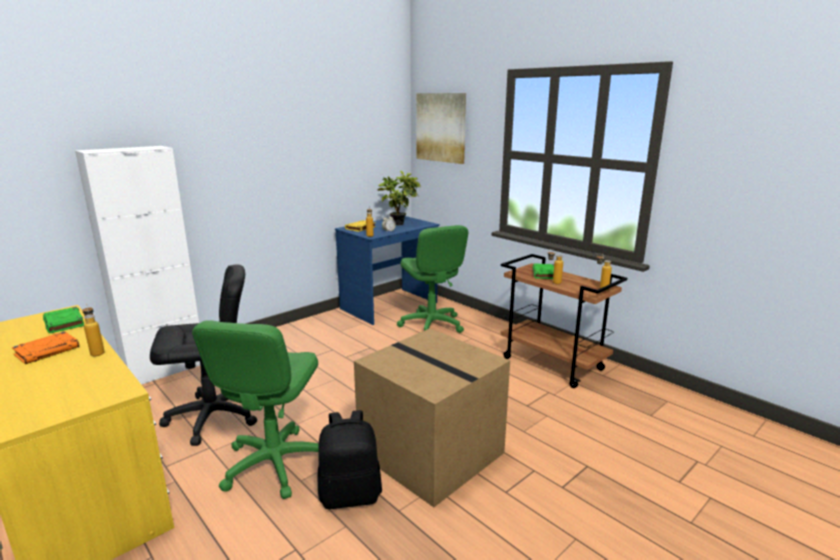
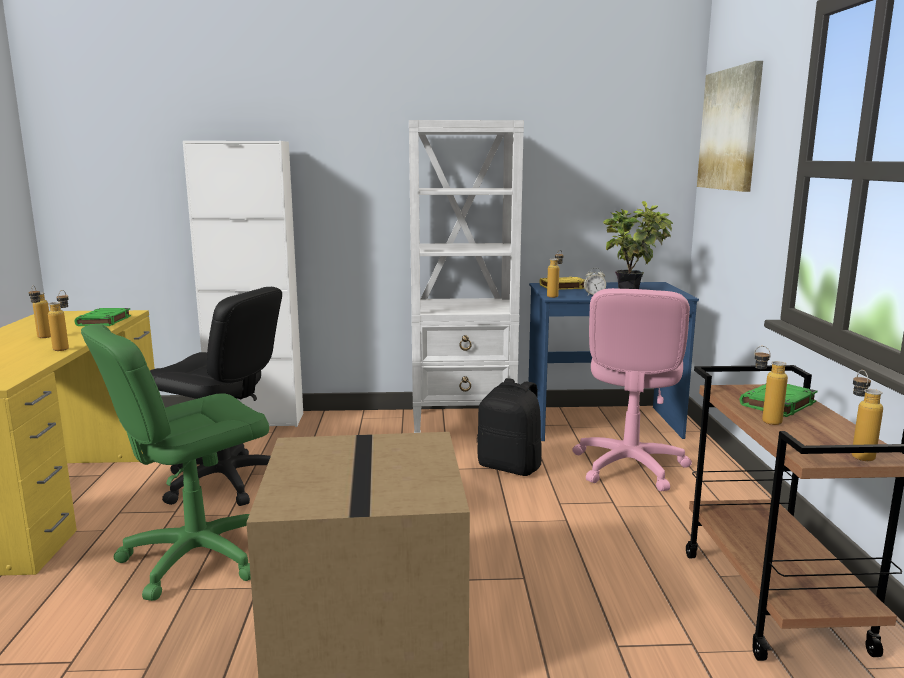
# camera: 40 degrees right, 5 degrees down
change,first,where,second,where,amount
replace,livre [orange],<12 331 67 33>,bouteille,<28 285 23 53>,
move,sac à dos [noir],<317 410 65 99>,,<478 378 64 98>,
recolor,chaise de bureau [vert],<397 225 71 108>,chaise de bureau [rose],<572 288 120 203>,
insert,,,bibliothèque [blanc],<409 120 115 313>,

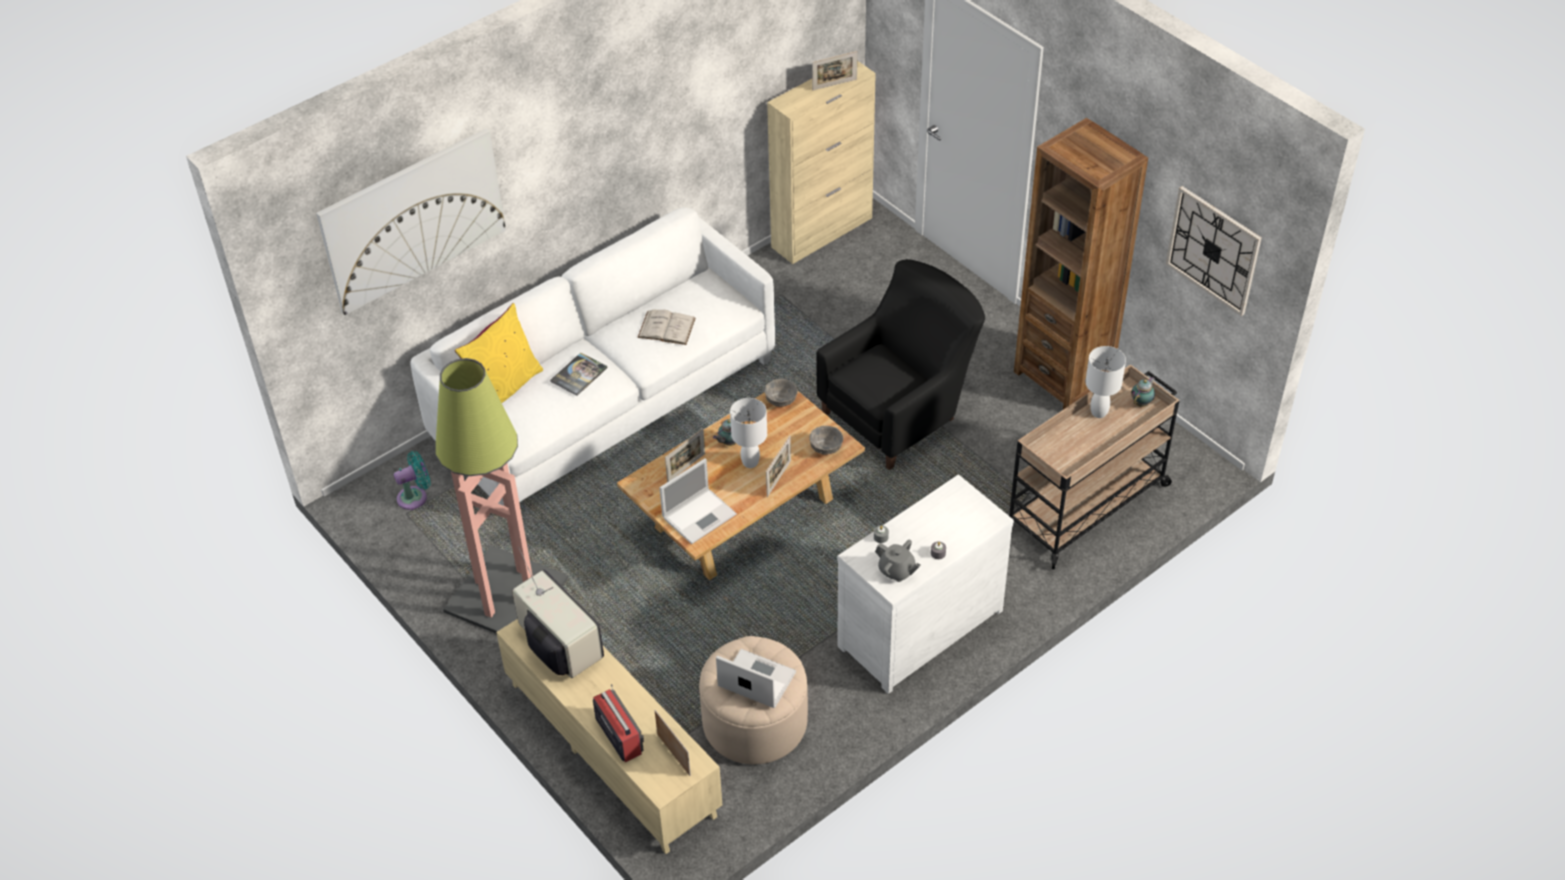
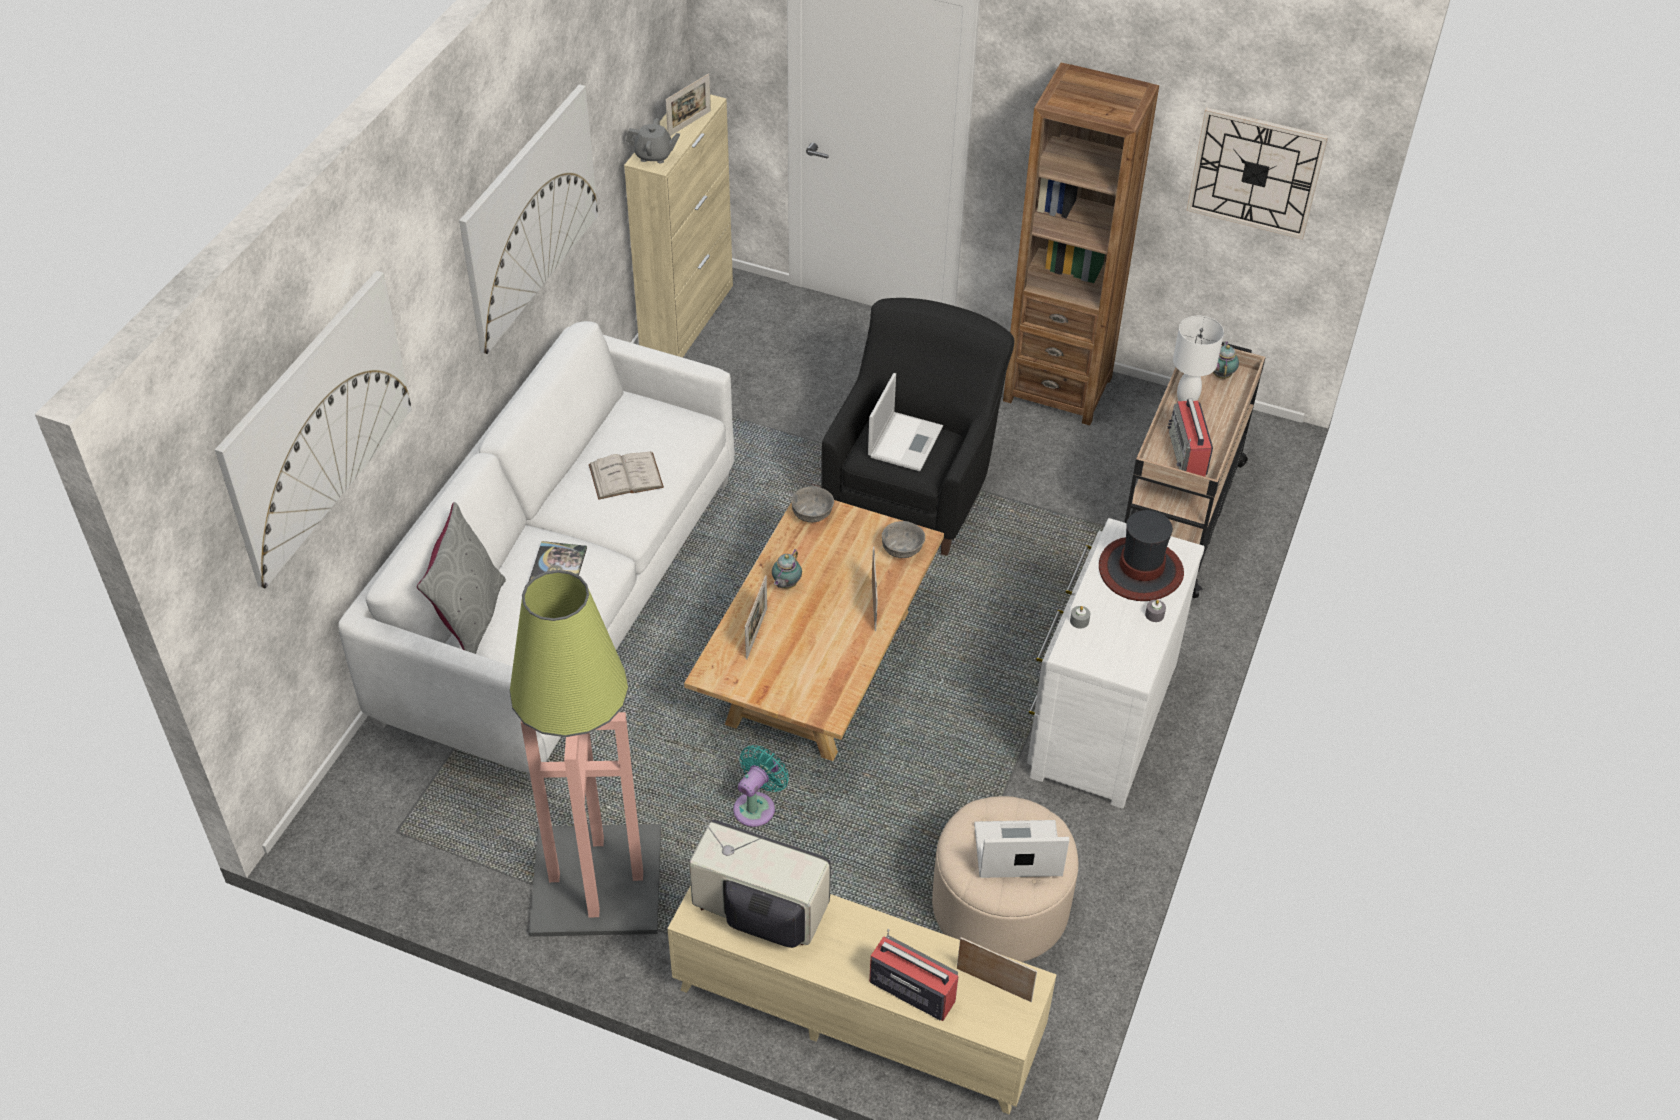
# camera: 30 degrees left, 0 degrees up
change,first,where,second,where,amount
move,ventilateur [turquoise],<394 451 37 59>,,<733 745 56 82>,
recolor,coussin [jaune],<455 303 88 100>,coussin [gris],<417 502 89 152>,
move,ordinateur portable,<659 458 78 86>,,<868 373 75 98>,
delete,lampe de table [blanc],<730 398 37 70>,,,
move,théière [gris],<875 540 46 42>,,<626 118 54 45>,
insert,,,tableau,<459 84 139 270>,
insert,,,chapeau,<1099 510 85 91>,
insert,,,radio,<1168 399 45 78>,

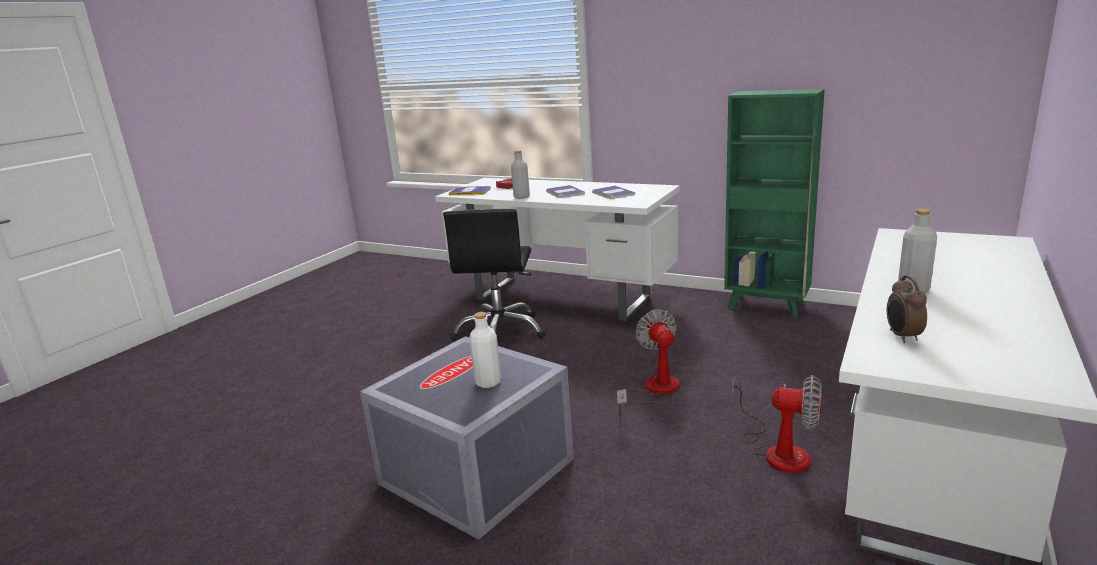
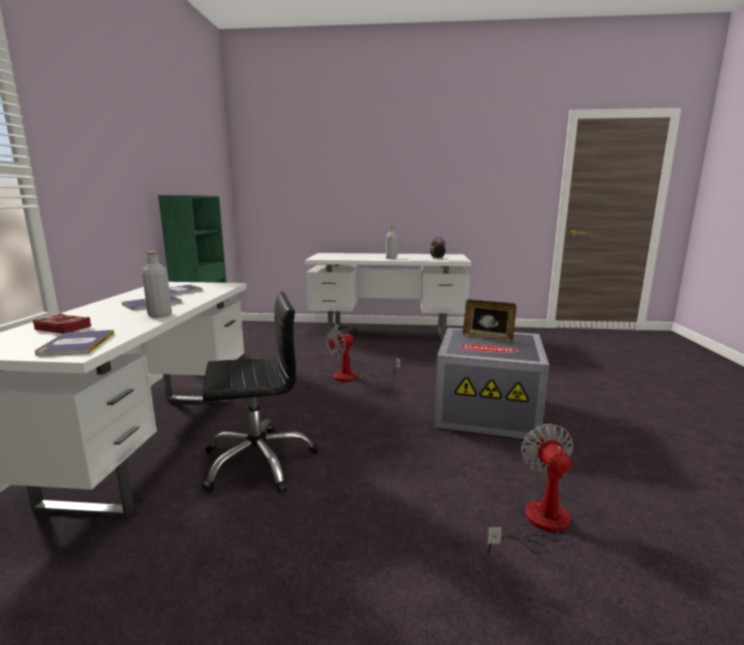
# camera: 115 degrees left, 5 degrees down
change,first,where,second,where,amount
replace,bouteille [blanc],<469 312 32 76>,cadre photo,<463 299 54 44>,
move,ventilateur,<733 375 89 98>,,<487 424 86 132>,

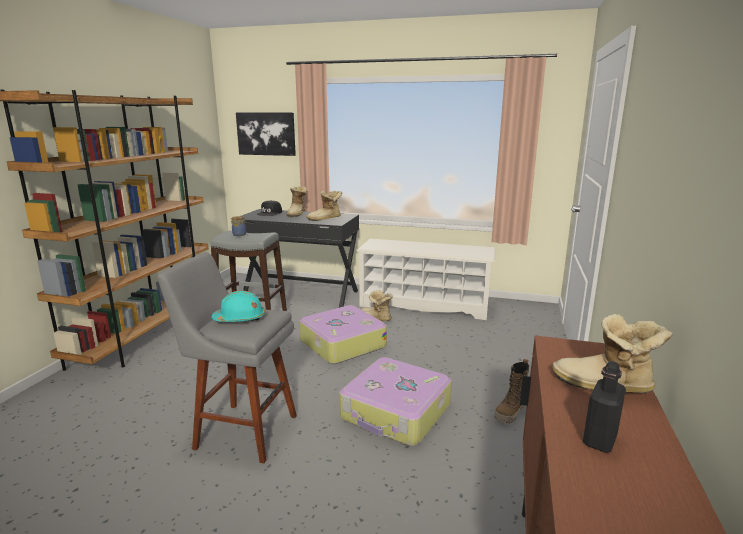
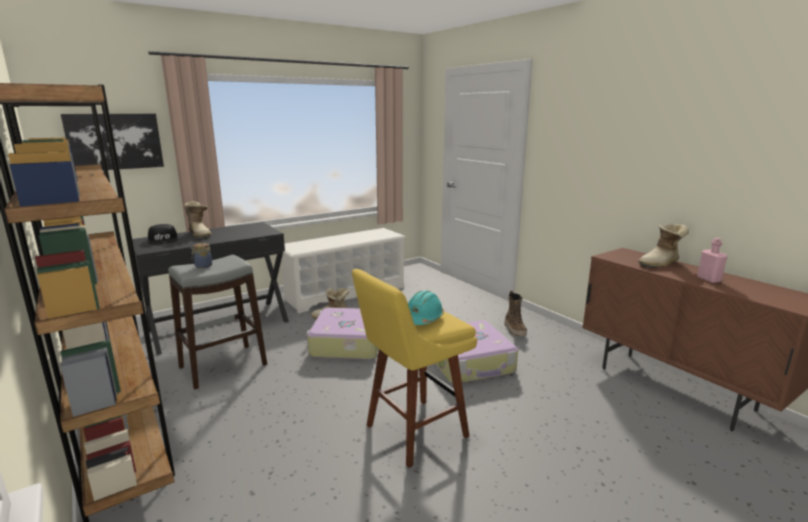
# camera: 50 degrees left, 0 degrees up
change,first,where,second,where,amount
recolor,tabouret [gris],<157 253 140 210>,tabouret [jaune],<352 269 125 199>,
delete,botte,<306 191 36 30>,,,
recolor,bouteille [noir],<583 361 43 92>,bouteille [rose],<697 238 31 45>,

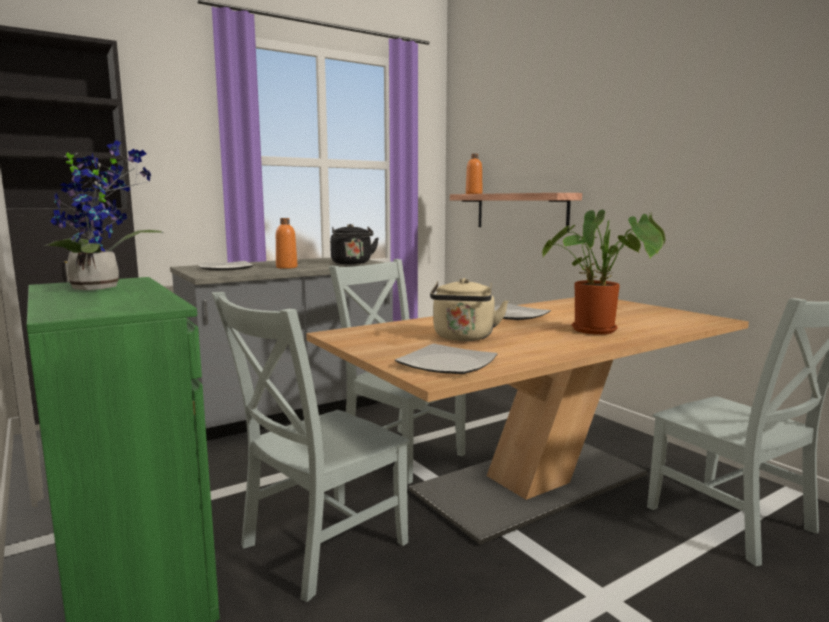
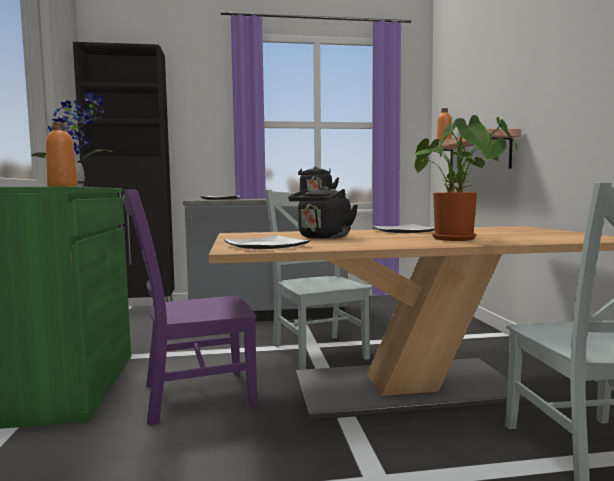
# camera: 25 degrees right, 5 degrees down
change,first,where,second,where,amount
recolor,chaise [gris],<212 292 198 310>,chaise [violet],<122 190 135 235>,
move,bouteille [orange],<276 218 22 51>,,<46 122 32 65>,
recolor,bouilloire [beige],<430 278 78 63>,bouilloire [noir],<288 186 70 53>,

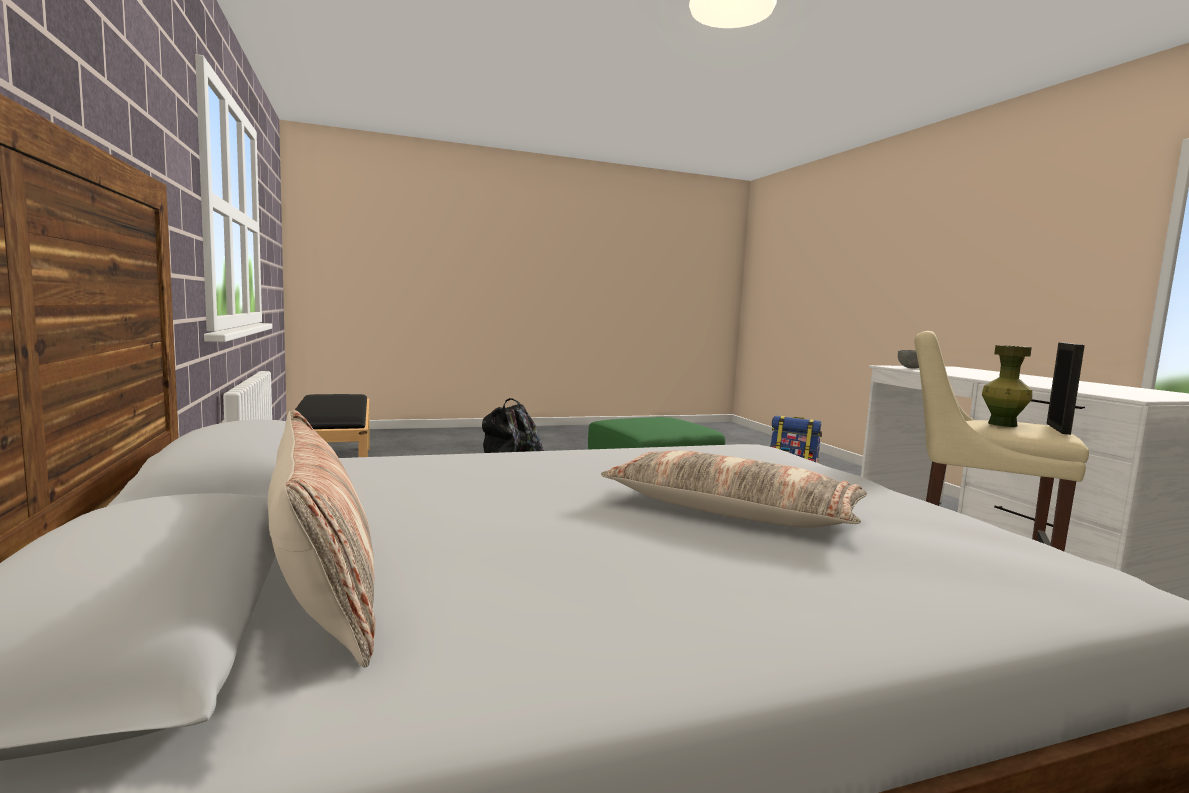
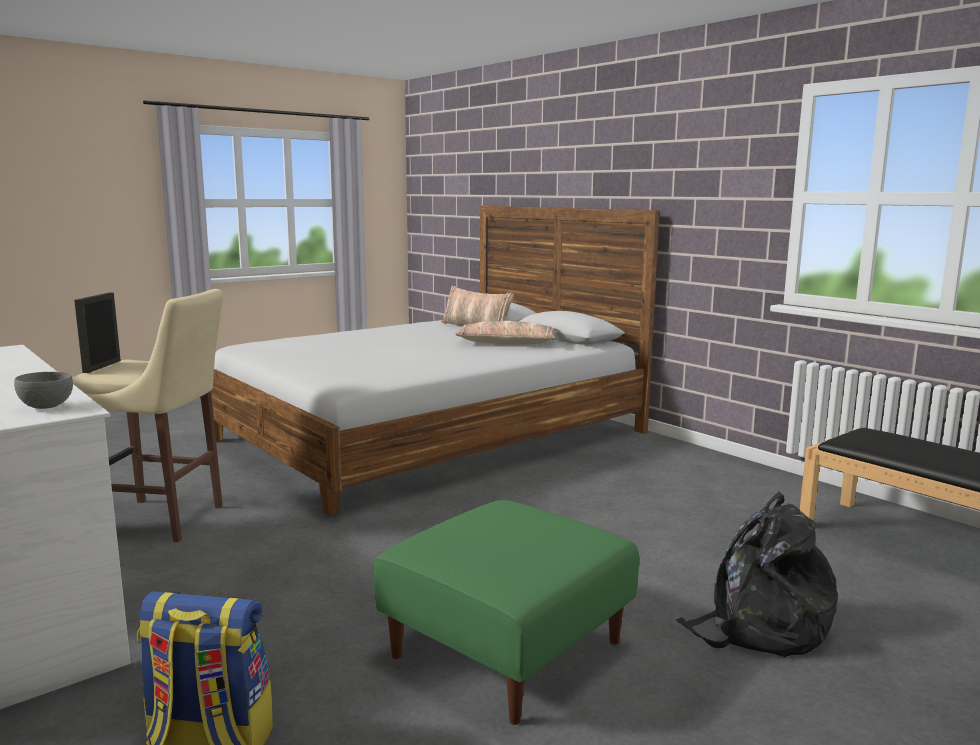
# camera: 160 degrees right, 5 degrees up
change,first,where,second,where,amount
move,coussin,<601 450 266 78>,,<455 321 104 24>,
delete,vase [vert],<982 345 50 82>,,,

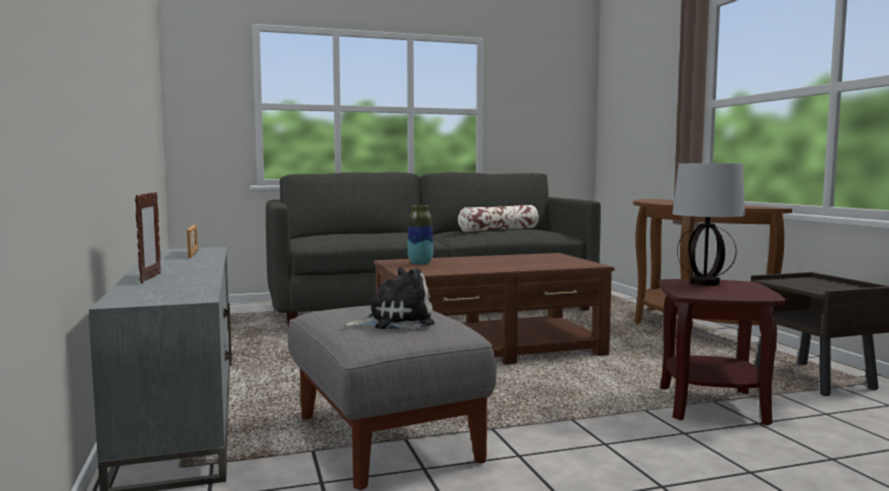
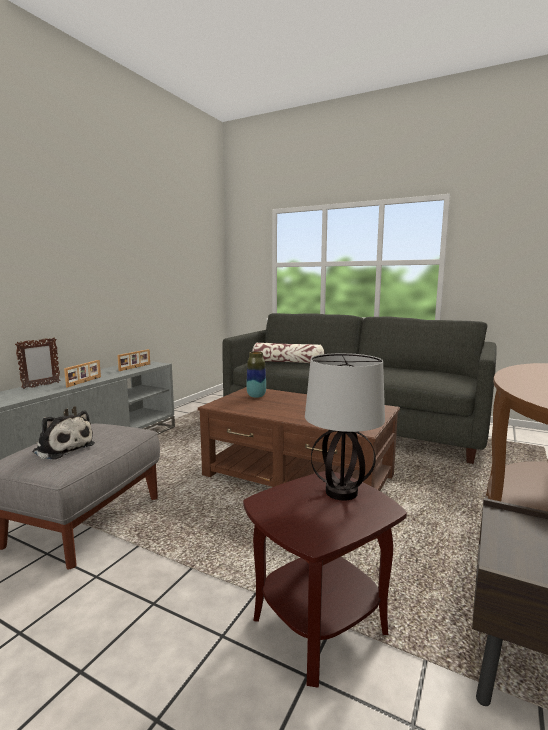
# camera: 45 degrees right, 5 degrees up
change,first,where,second,where,amount
move,coussin,<458 205 81 27>,,<252 343 72 20>,
insert,,,cadre photo,<64 360 37 27>,

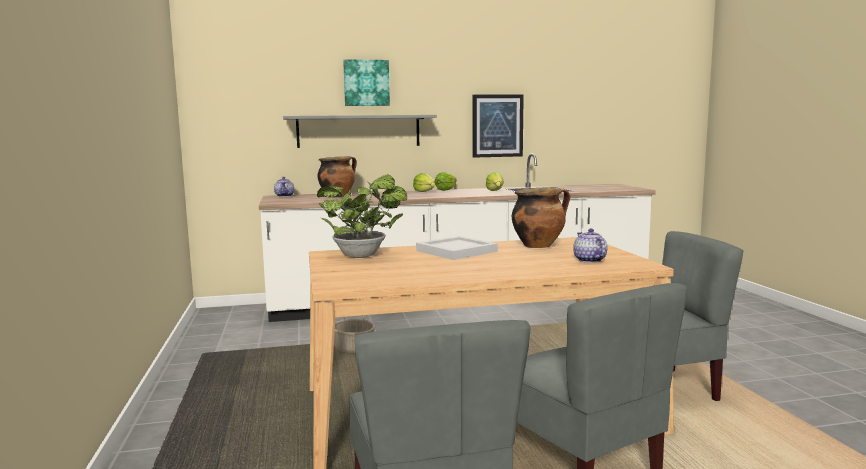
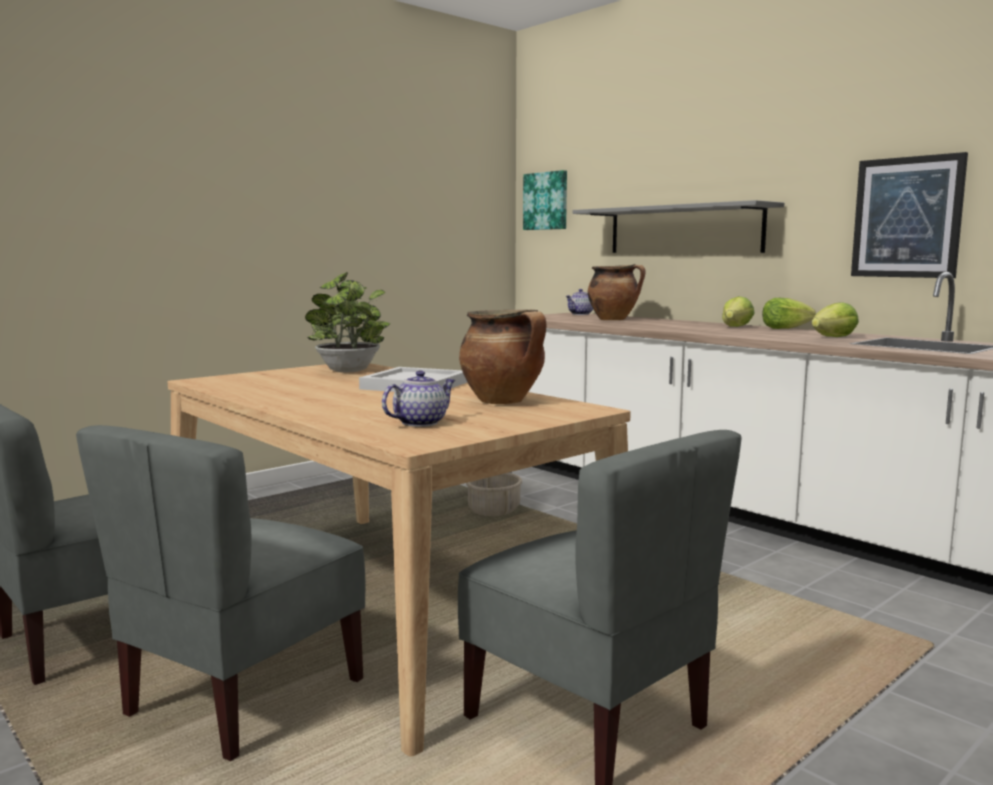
# camera: 60 degrees right, 0 degrees up
change,first,where,second,where,amount
move,tableau,<343 59 47 47>,,<523 170 44 60>,

